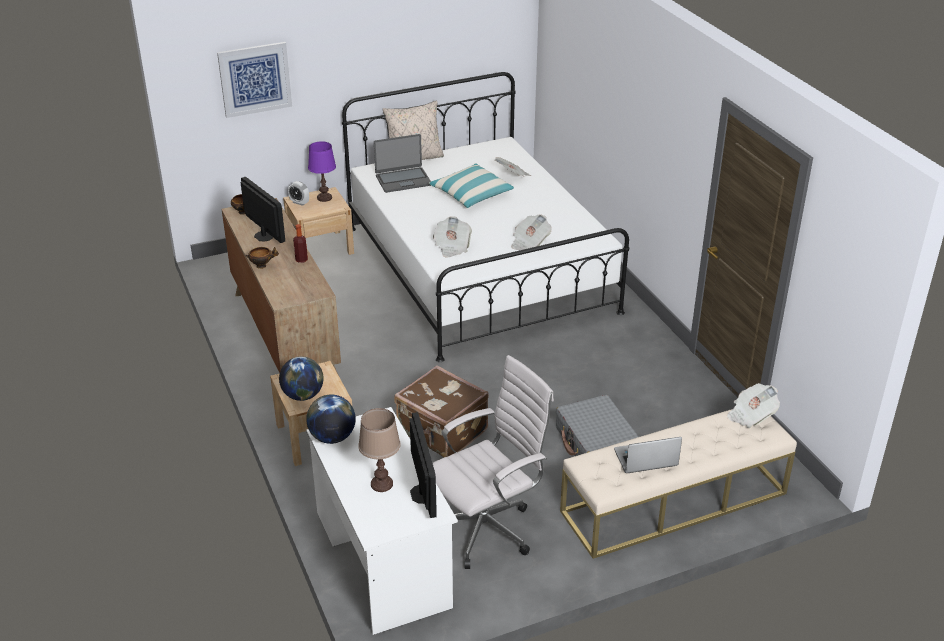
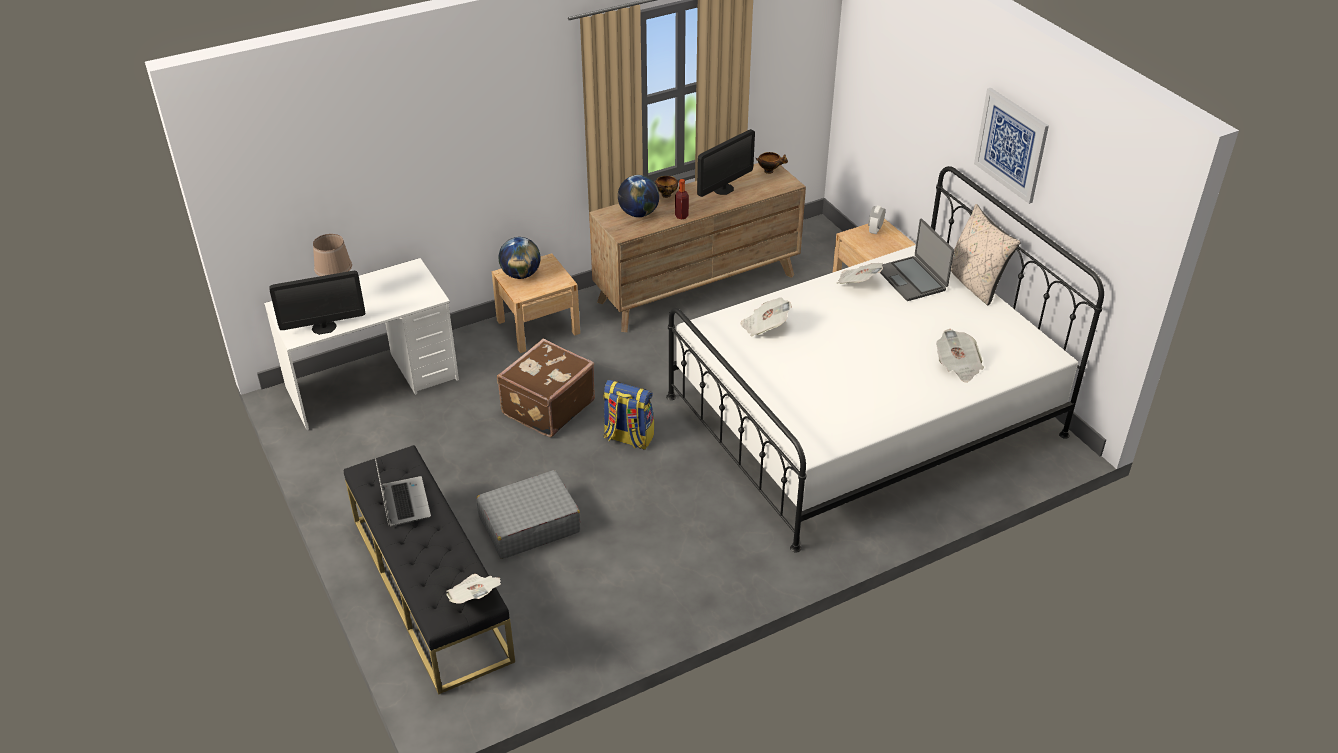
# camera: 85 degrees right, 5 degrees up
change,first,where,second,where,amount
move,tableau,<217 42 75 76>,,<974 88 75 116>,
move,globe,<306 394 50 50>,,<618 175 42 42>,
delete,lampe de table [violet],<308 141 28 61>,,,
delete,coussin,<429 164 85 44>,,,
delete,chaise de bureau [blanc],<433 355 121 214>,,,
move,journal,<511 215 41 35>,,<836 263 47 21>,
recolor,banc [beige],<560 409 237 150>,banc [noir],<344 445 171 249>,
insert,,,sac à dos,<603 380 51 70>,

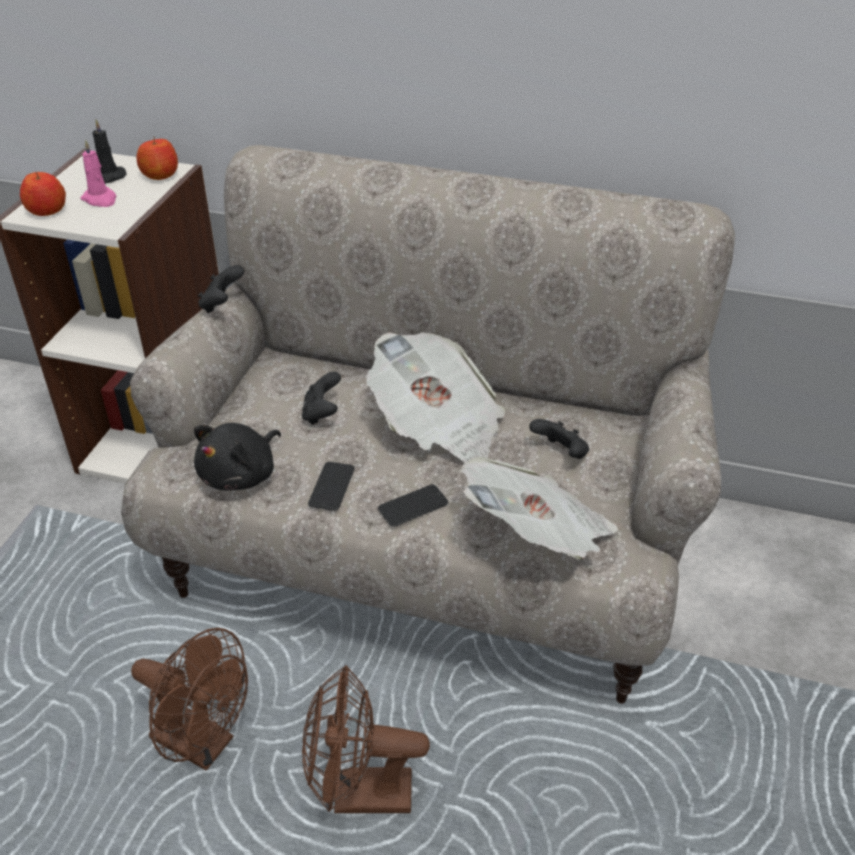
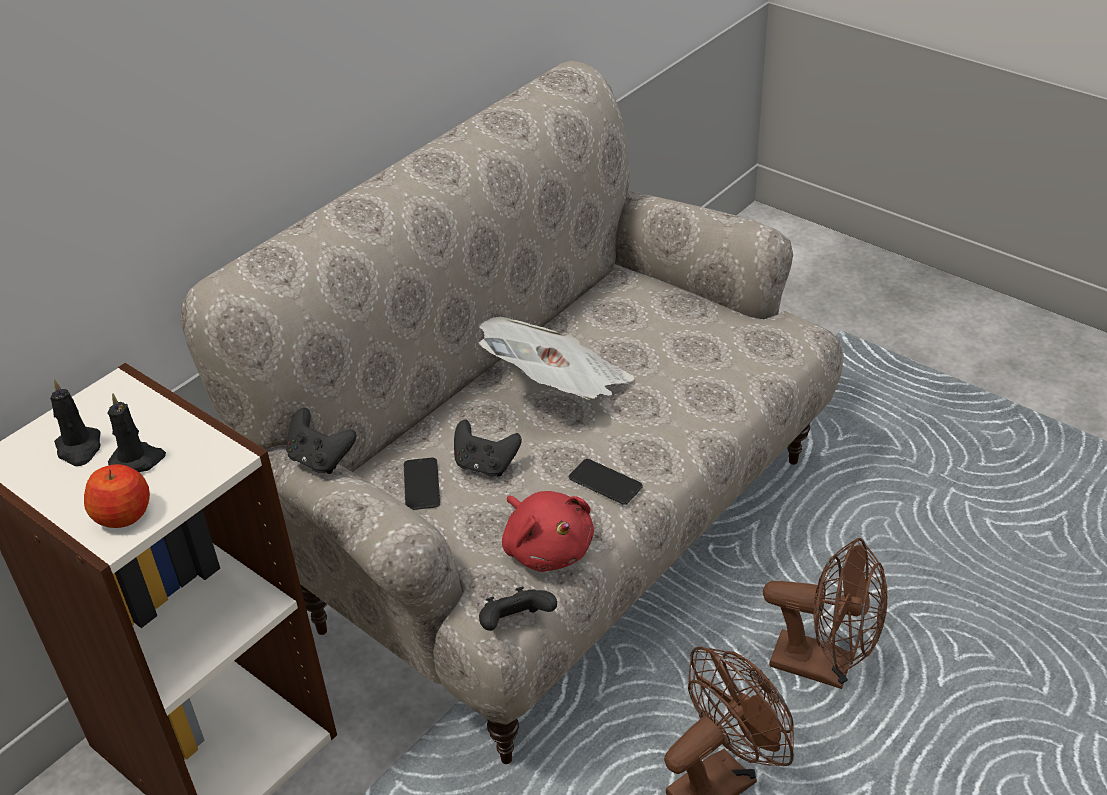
# camera: 65 degrees left, 0 degrees up
change,first,where,second,where,amount
recolor,bougie [rose],<81 139 35 68>,bougie [noir],<107 393 59 79>,
delete,pomme,<137 137 41 43>,,,
recolor,peluche [noir],<194 423 87 67>,peluche [rouge],<502 491 92 81>,
rotate,ventilateur [marron],<302 665 128 148>,,<763 538 125 151>,90 degrees counterclockwise
move,téléphone,<378 485 70 42>,,<404 457 36 53>,
delete,journal,<461 457 157 102>,,,
move,manette [noir],<529 419 60 40>,,<479 587 78 44>,

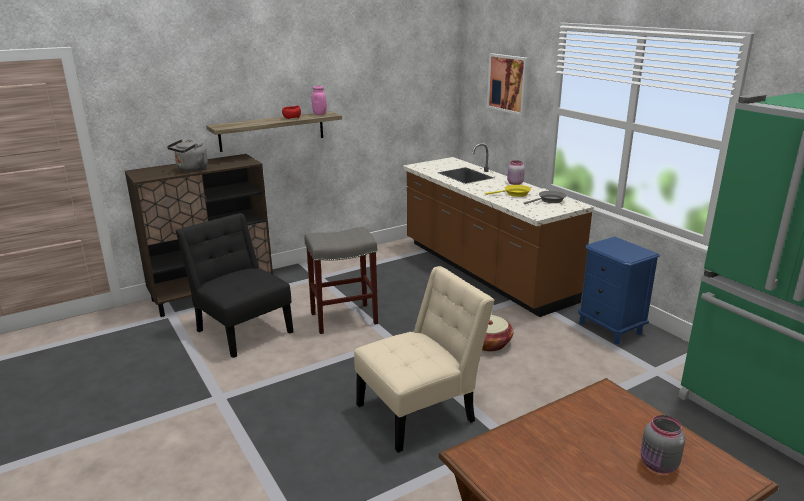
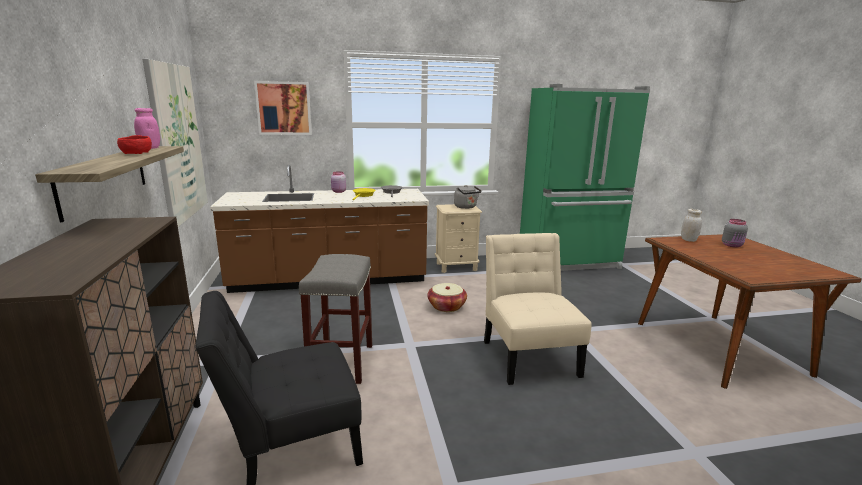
# camera: 70 degrees left, 5 degrees down
change,first,where,second,where,amount
move,bouilloire [gris],<167 139 41 32>,,<454 185 28 24>,
recolor,table de chevet [bleu],<578 237 82 107>,table de chevet [beige],<435 204 47 69>,
insert,,,tableau,<143 59 65 168>,
insert,,,bocal [blanc],<681 209 21 33>,

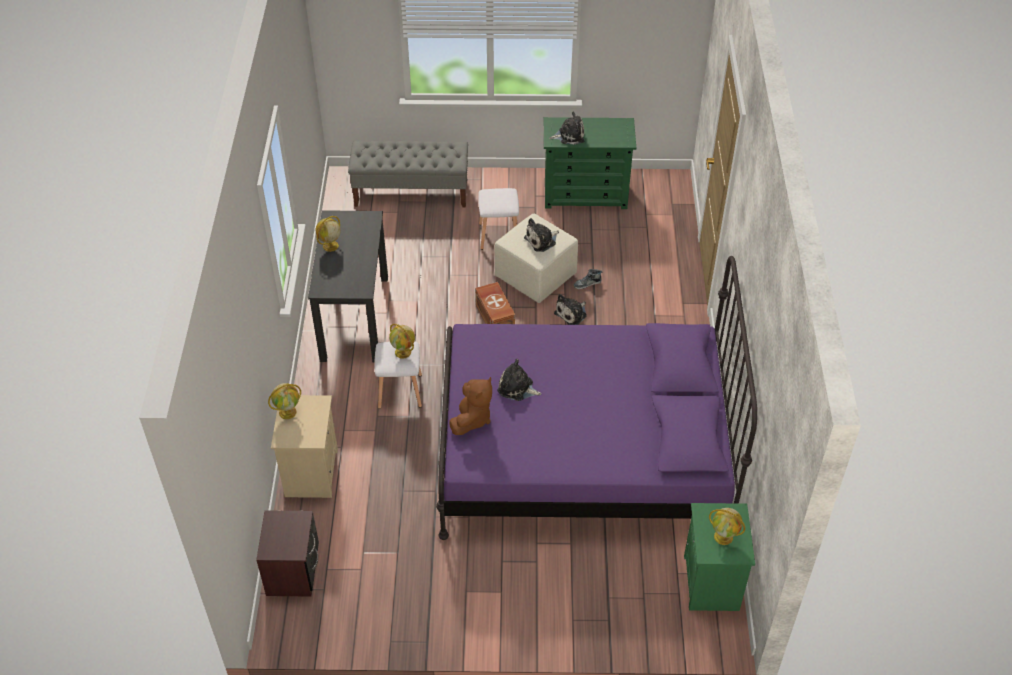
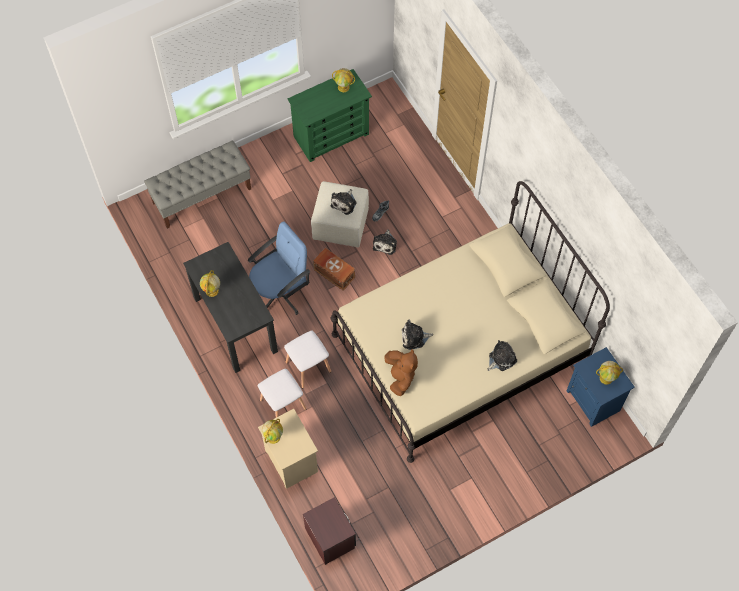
# camera: 30 degrees left, 15 degrees up
change,first,where,second,where,amount
move,globe,<389 324 26 35>,,<332 68 23 24>,
recolor,lit [violet],<436 256 321 284>,lit [beige],<330 181 280 282>,
move,tabouret [blanc],<478 188 41 62>,,<258 369 48 49>,
move,peluche,<549 112 35 33>,,<487 340 30 31>,
recolor,table de chevet [vert],<684 503 71 108>,table de chevet [bleu],<567 347 68 80>,
insert,,,chaise de bureau [bleu],<248 221 62 94>,

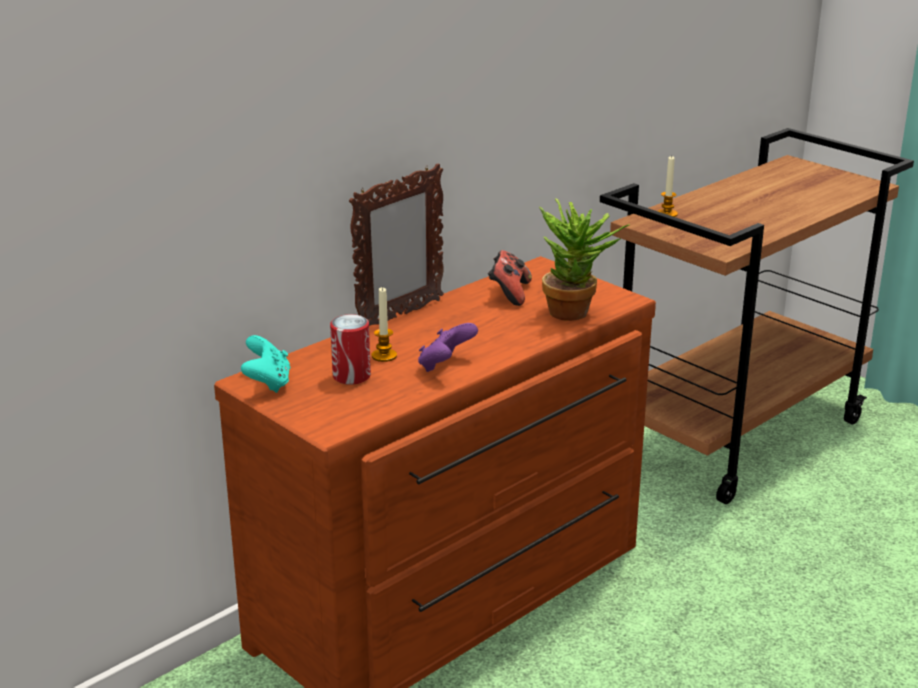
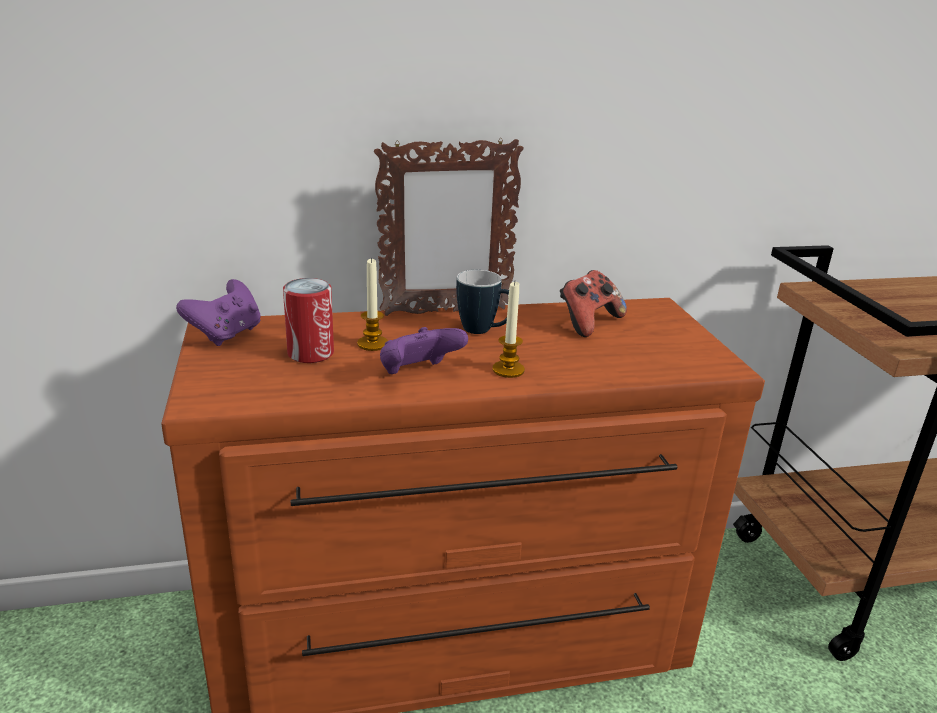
# camera: 30 degrees right, 0 degrees up
change,first,where,second,where,amount
recolor,manette [turquoise],<241 335 49 58>,manette [violet],<176 279 85 67>,
delete,plante en pot,<539 198 91 123>,,,
move,bougie,<658 156 20 61>,,<492 282 33 96>,
insert,,,mug,<456 270 53 64>,

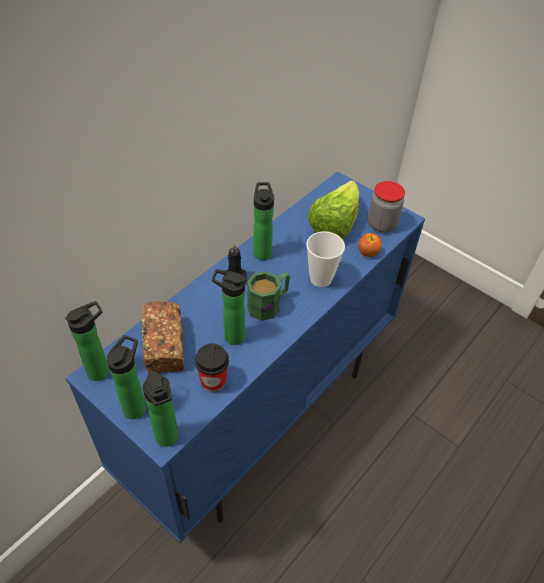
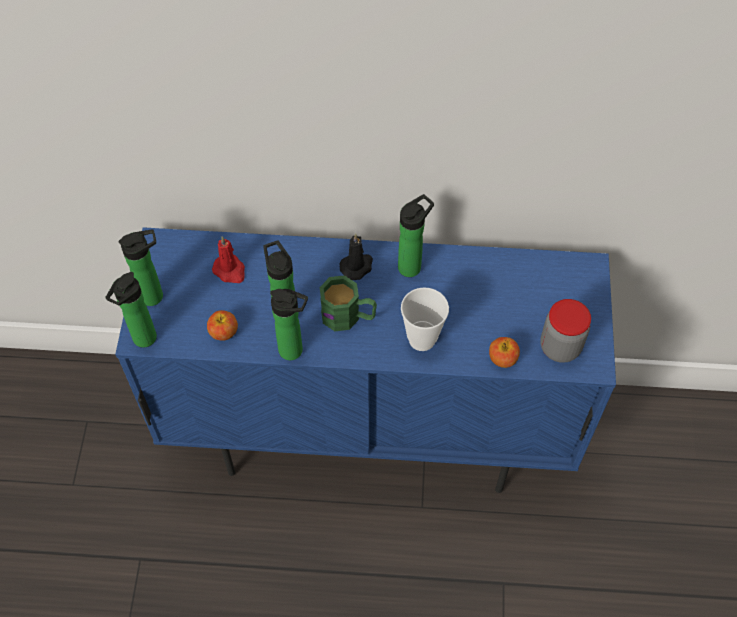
# camera: 55 degrees right, 10 degrees up
change,first,where,second,where,amount
move,bouteille,<65 301 44 80>,,<270 289 38 71>,
replace,pain,<142 301 42 73>,bougie [rouge],<212 236 33 47>,
replace,tasse,<195 343 34 49>,pomme,<207 310 31 31>,
delete,laitue,<308 180 51 58>,,,

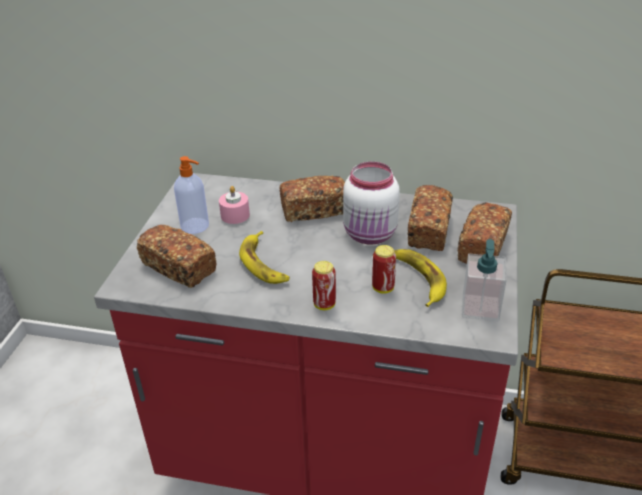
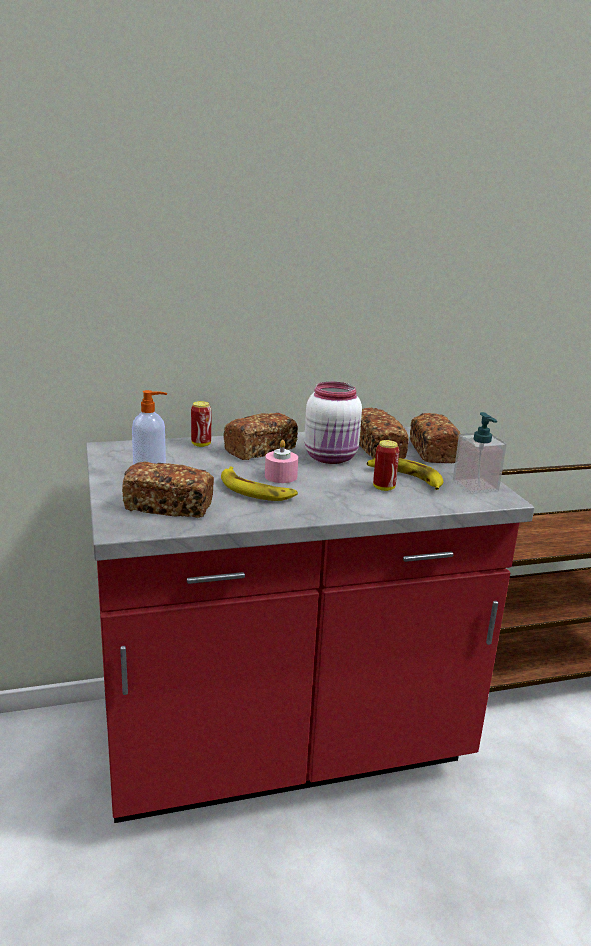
# camera: 30 degrees left, 15 degrees down
change,first,where,second,where,amount
move,bougie [rose],<219 186 31 38>,,<265 440 33 43>,
move,boîte métallique,<312 261 24 49>,,<191 401 20 46>,

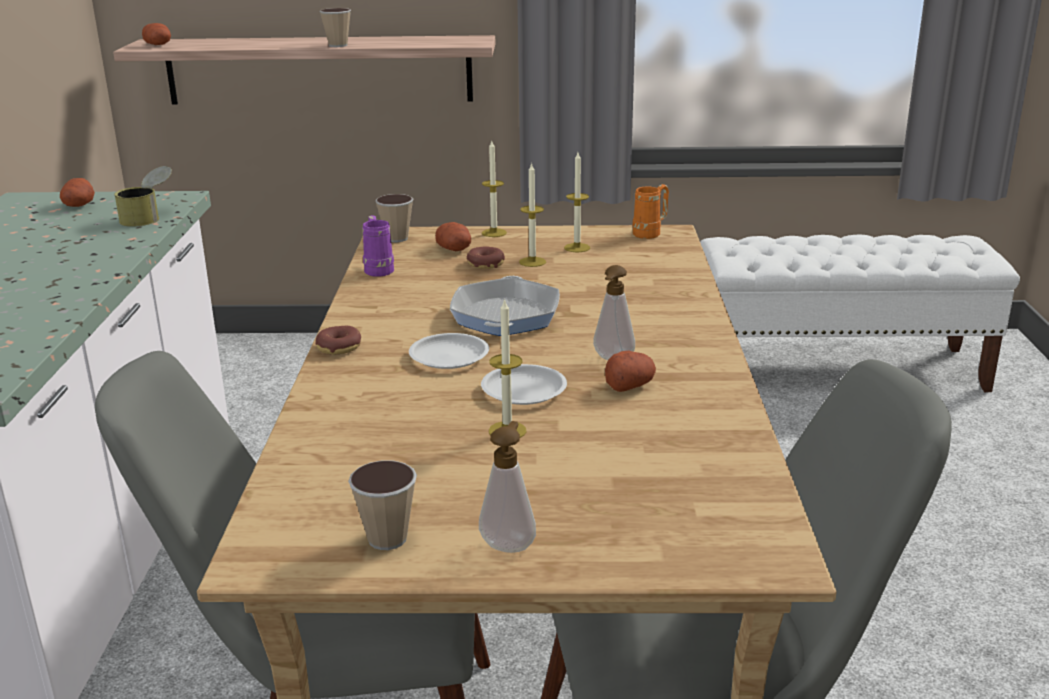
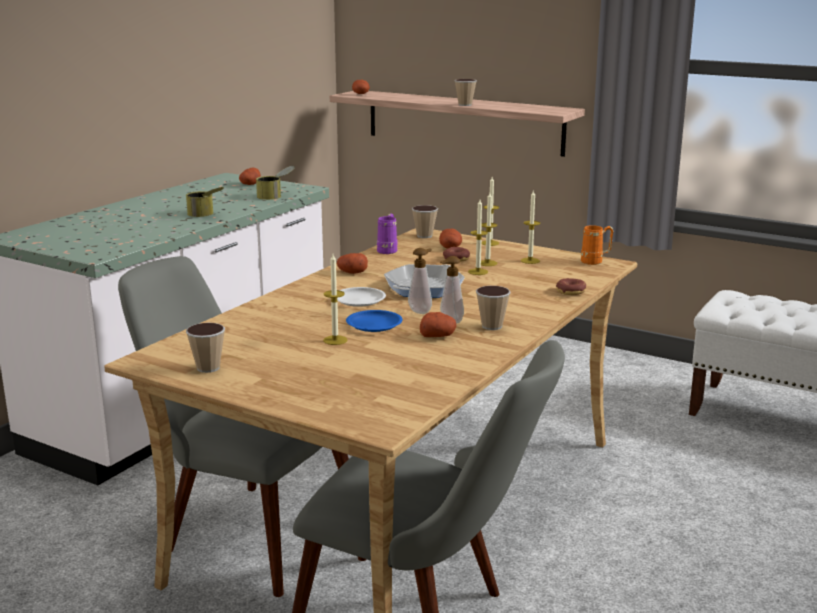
# camera: 30 degrees right, 5 degrees down
change,first,where,second,where,amount
move,beignet,<315 326 46 29>,,<556 278 30 17>,
move,distributeur de savon,<479 421 57 132>,,<408 248 24 66>,
recolor,assiette [blanc],<481 364 86 41>,assiette [bleu],<346 310 57 22>,
insert,,,boîte métallique,<186 187 38 30>,
insert,,,pomme de terre,<337 253 31 21>,
insert,,,bougie,<468 200 20 75>,
insert,,,tasse,<476 286 34 44>,

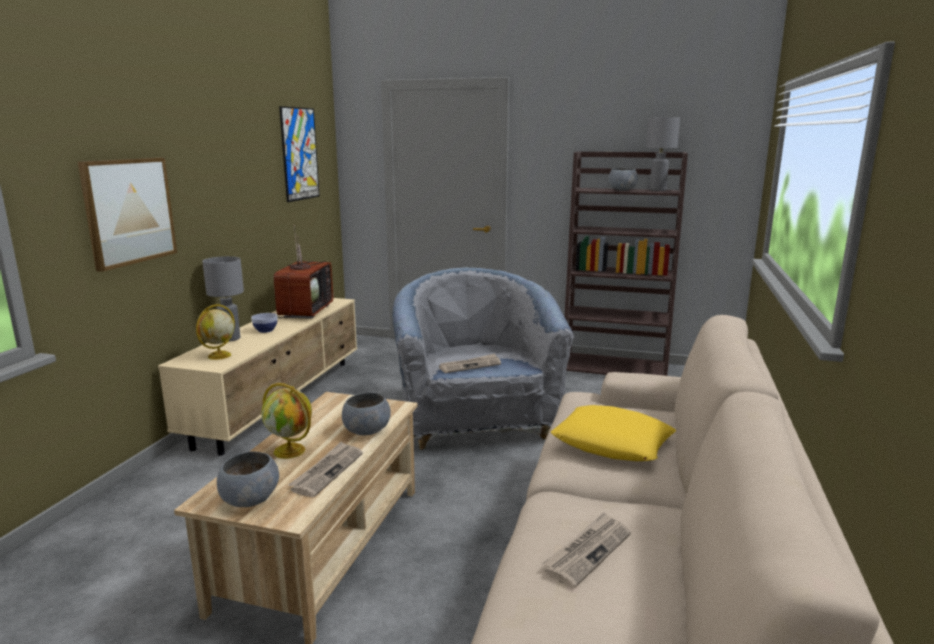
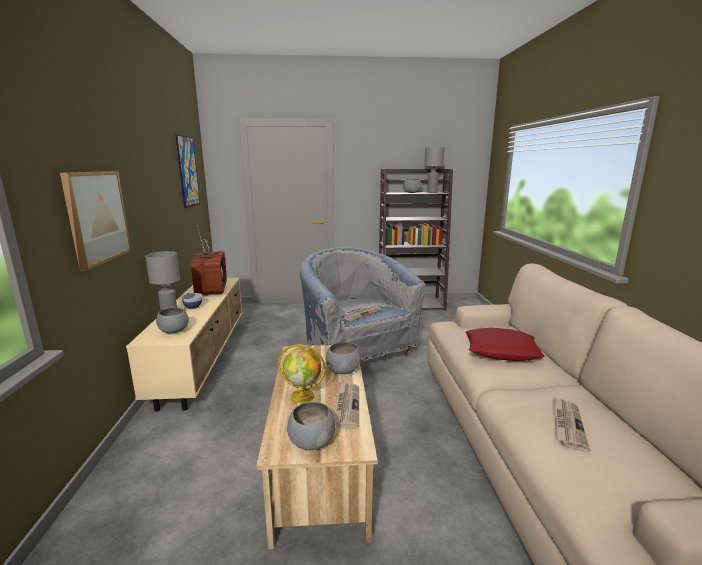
# camera: 20 degrees left, 0 degrees up
change,first,where,second,where,amount
replace,globe,<196 304 39 56>,bol [gris],<156 308 33 26>,
recolor,coussin [jaune],<550 405 126 56>,coussin [rouge],<466 328 78 33>,

